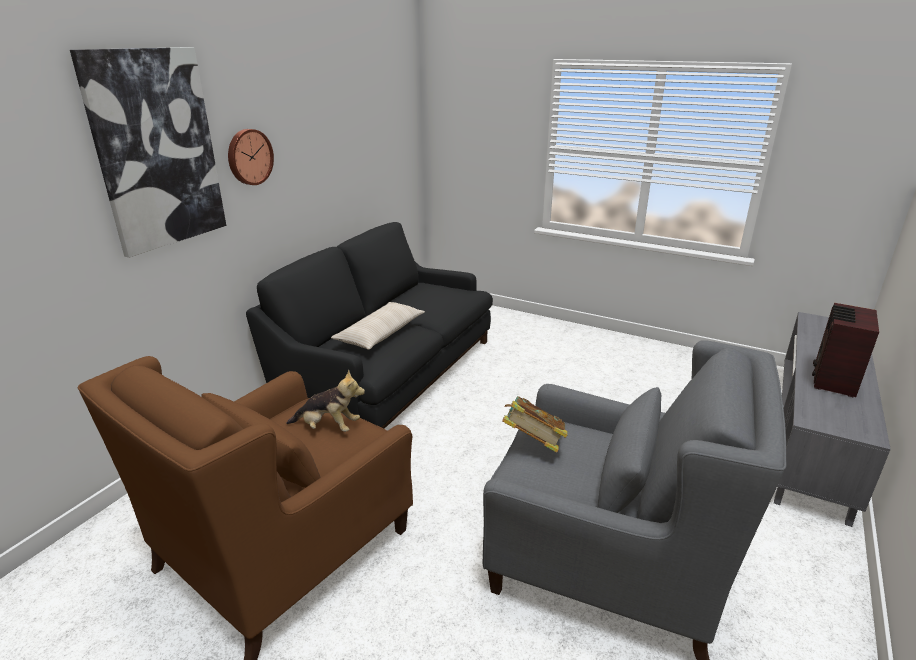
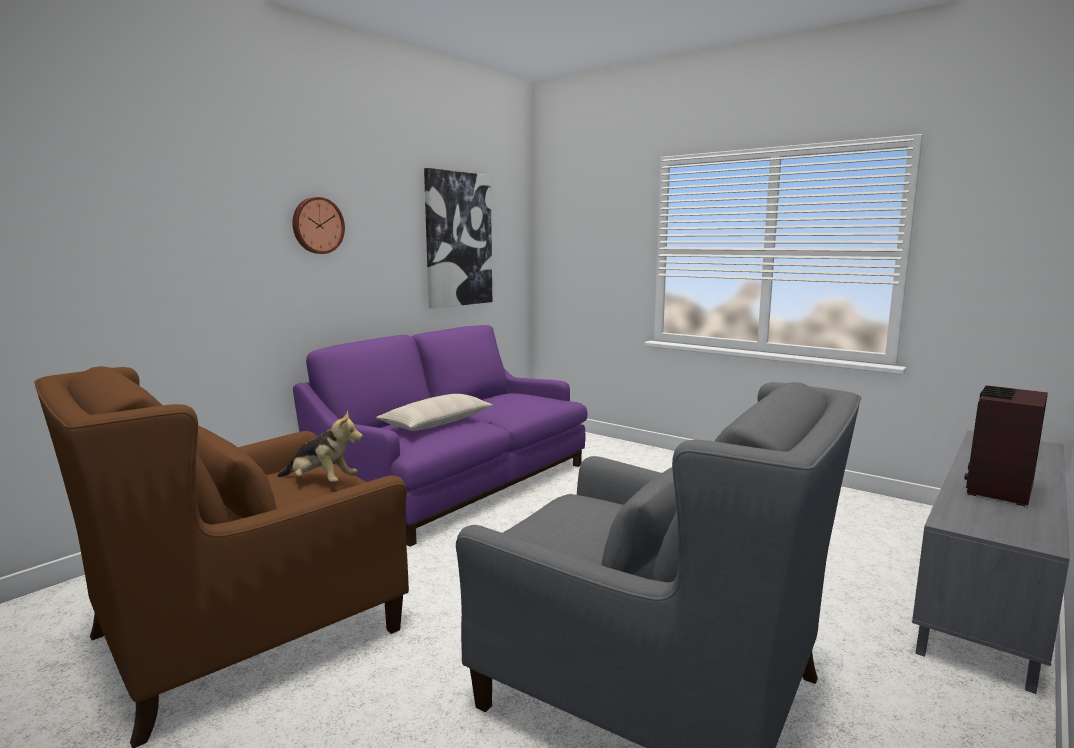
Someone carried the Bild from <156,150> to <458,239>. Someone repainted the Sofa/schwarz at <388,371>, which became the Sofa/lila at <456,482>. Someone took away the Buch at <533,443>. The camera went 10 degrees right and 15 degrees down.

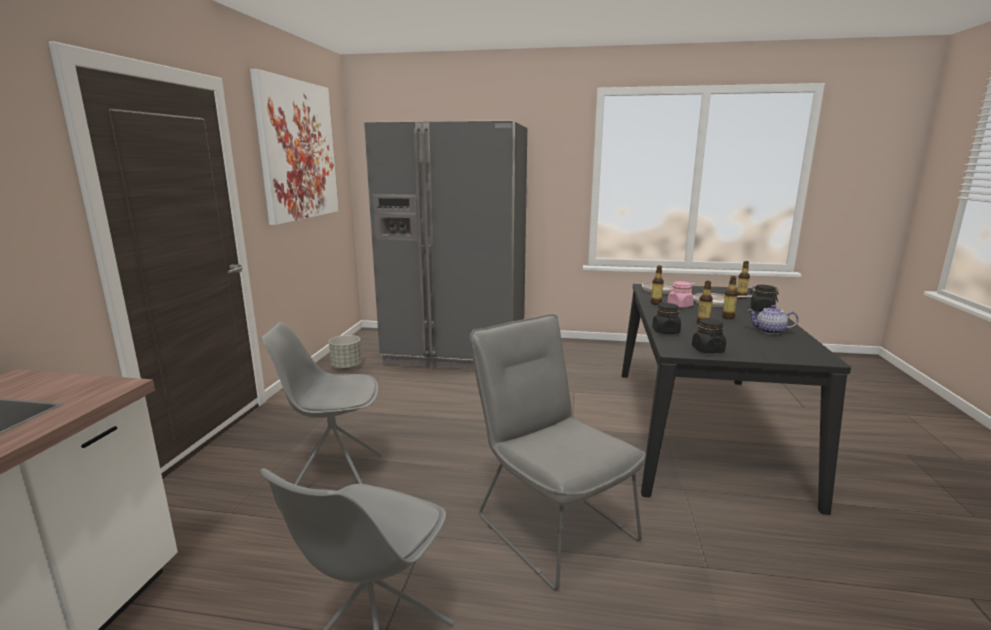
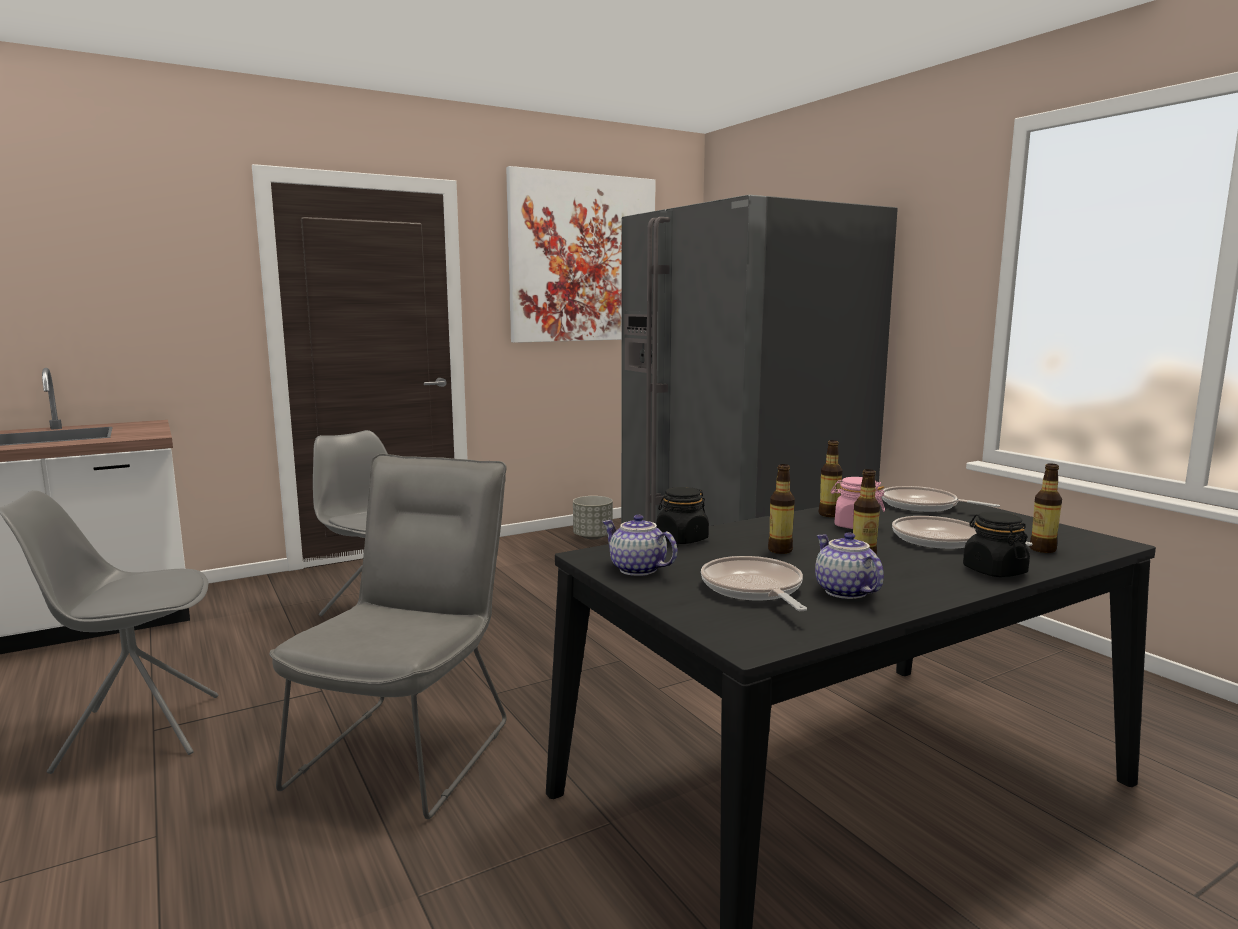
Someone swapped the Vorratsglas/schwarz at <707,350> for the Teekanne at <636,570>. Someone put down the Pfanne at <753,589>. The camera went 50 degrees right and 5 degrees down.

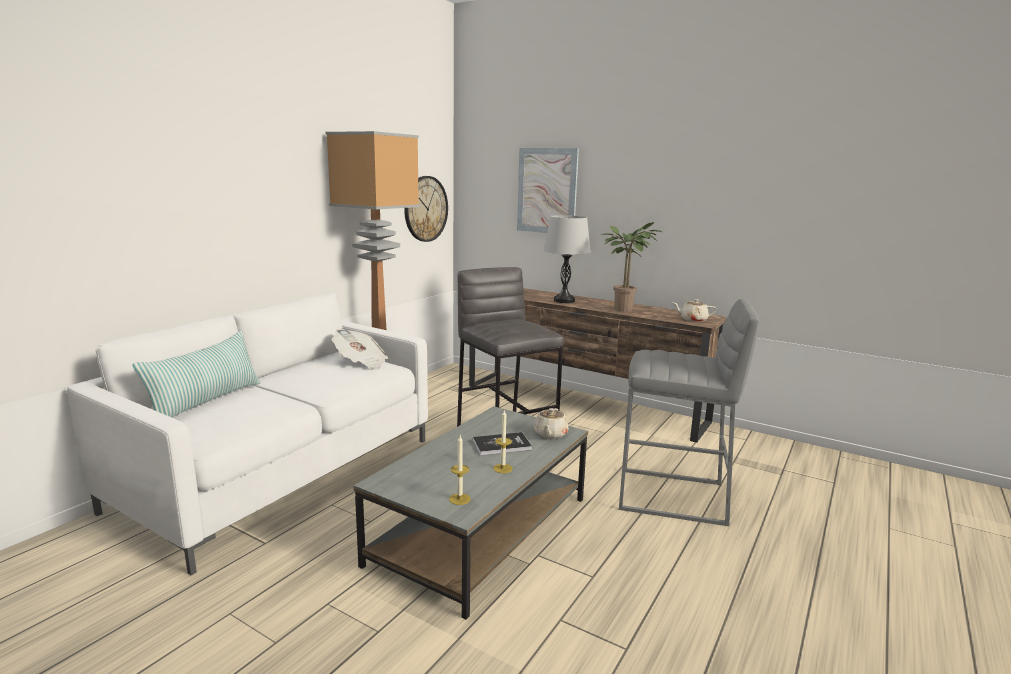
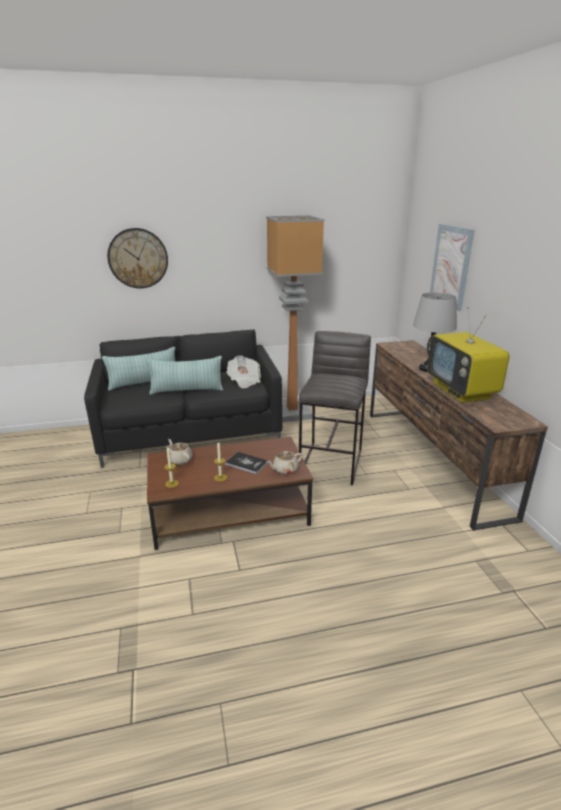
Someone repainted the Sofa/weiß at <280,476>, which became the Sofa/schwarz at <190,435>. Someone repainted the Couchtisch/grau at <482,529>, which became the Couchtisch/braun at <230,511>. Someone carried the Wanduhr from <425,209> to <138,258>. Someone swapped the Topfpflanze at <626,309> for the Fernseher at <462,391>. Someone took away the Hocker/grau at <673,497>. Someone carried the Teekanne/beige from <693,320> to <180,460>. Someone put down the Kissen at <186,390>. The camera went 45 degrees right and 10 degrees up.

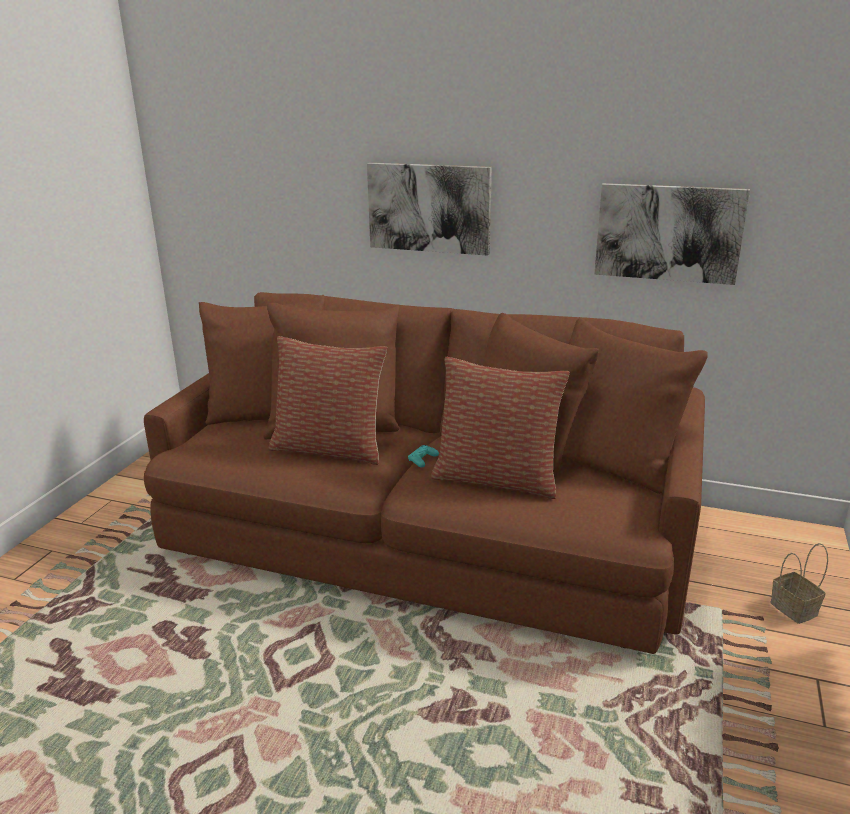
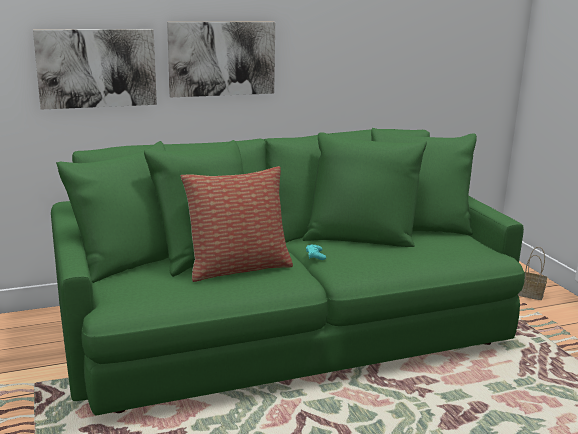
Someone repainted the Sofa/braun at <427,530>, which became the Sofa/grün at <285,326>. Someone took away the Kissen at <497,478>. Someone carried the Bild from <668,232> to <97,68>. The camera went 40 degrees left and 5 degrees down.

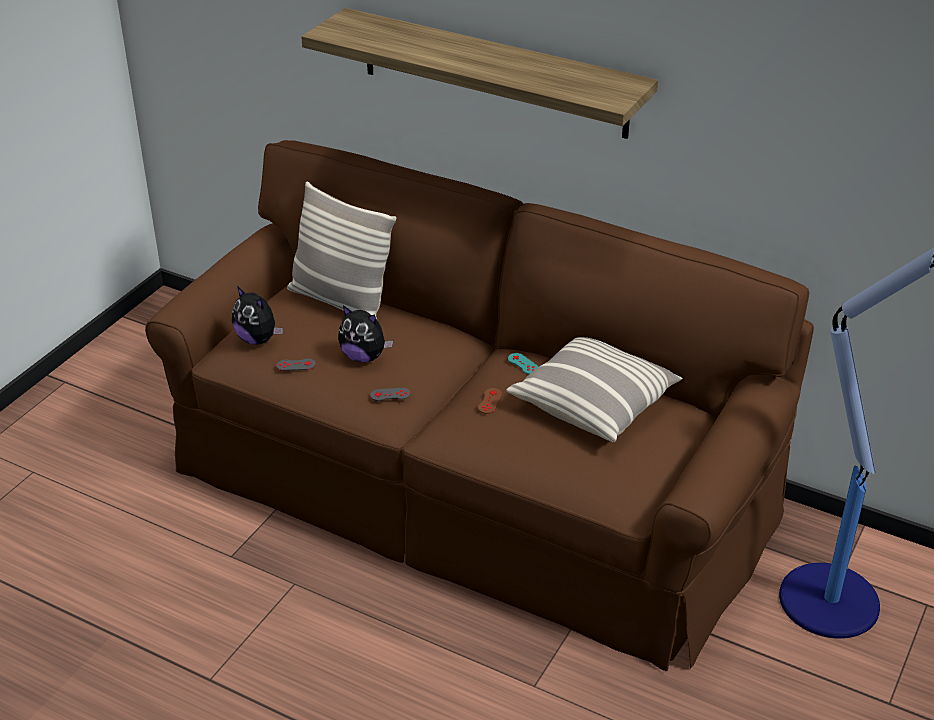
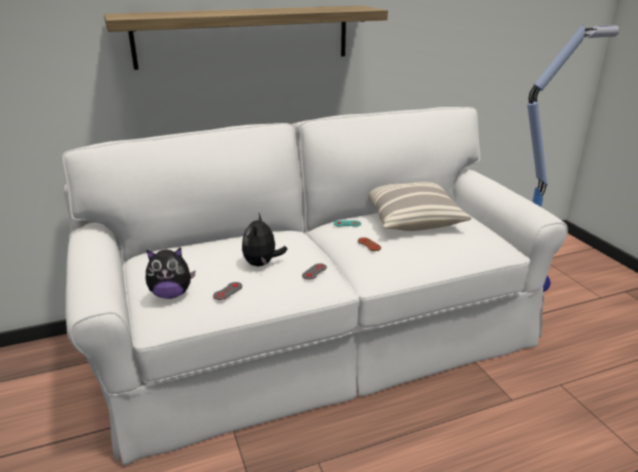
Someone repainted the Sofa/braun at <467,486>, which became the Sofa/weiß at <319,337>. Someone took away the Kissen at <340,301>. Someone rotated the Plüschtier at <364,357> by 120 degrees clockwise. The camera went 50 degrees left and 10 degrees down.

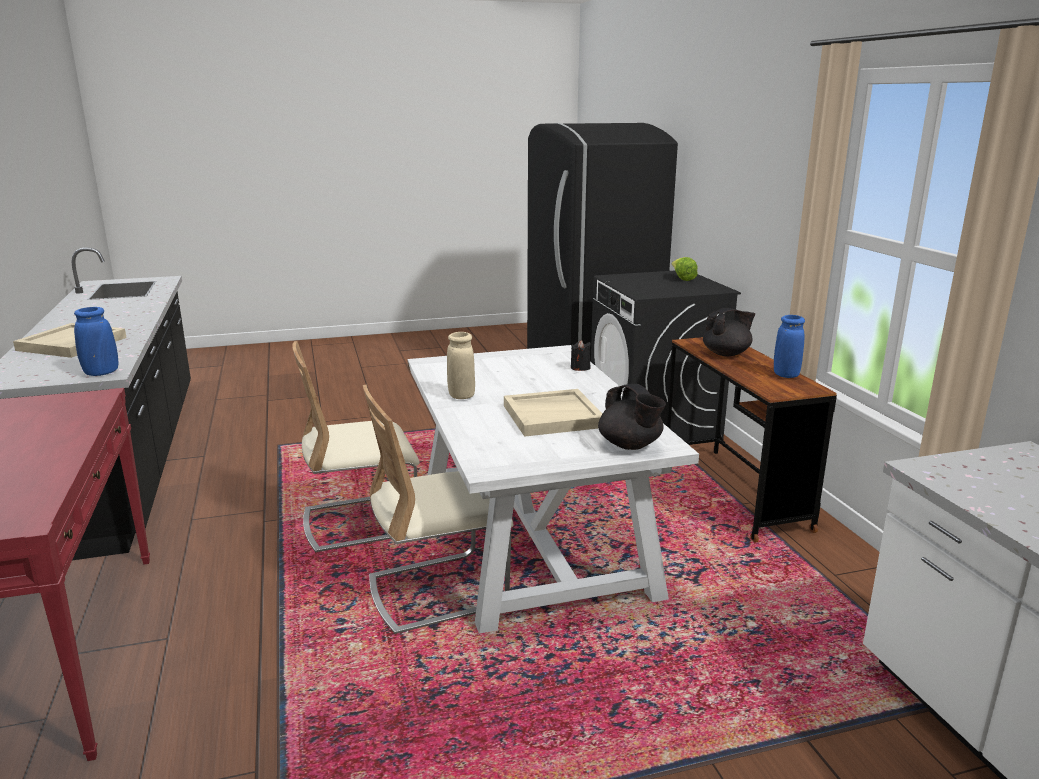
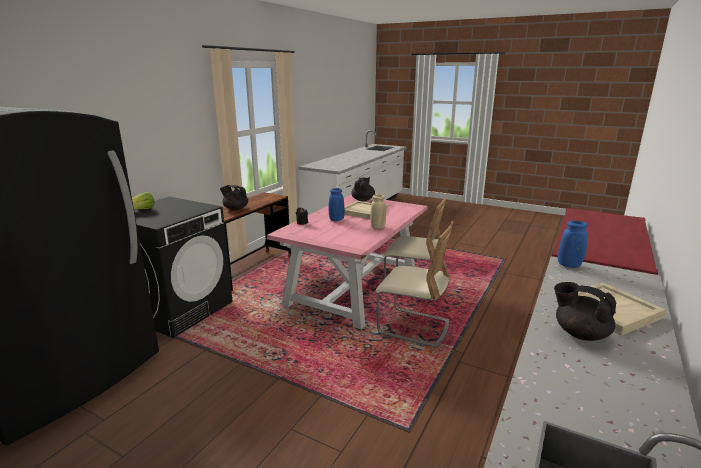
Someone repainted the Esstisch/weiß at <532,540>, which became the Esstisch/rosa at <354,287>. Someone carried the Vase/blau from <786,375> to <336,219>. Someone put down the Teekanne/schwarz at <580,333>. The camera went 135 degrees left and 0 degrees up.

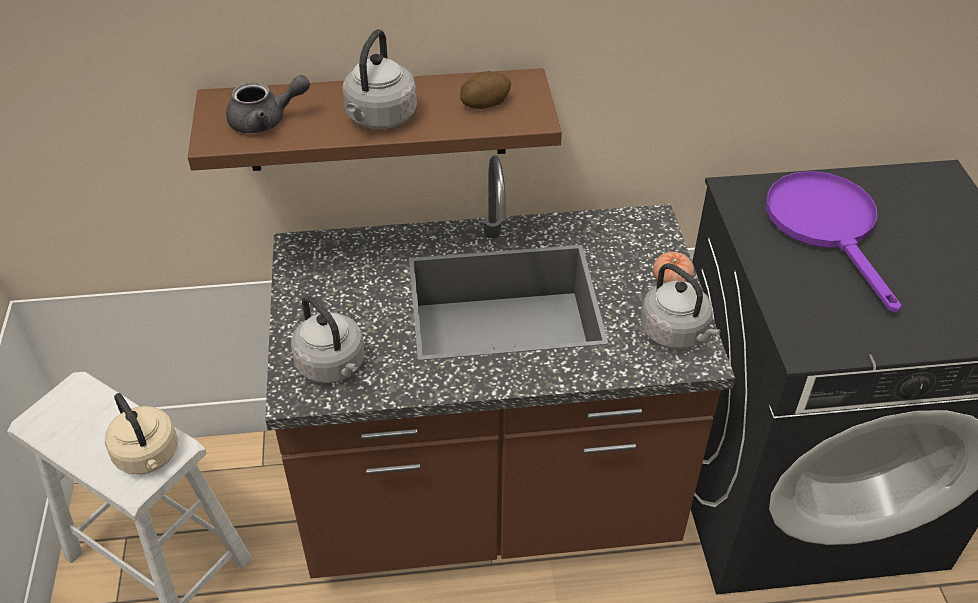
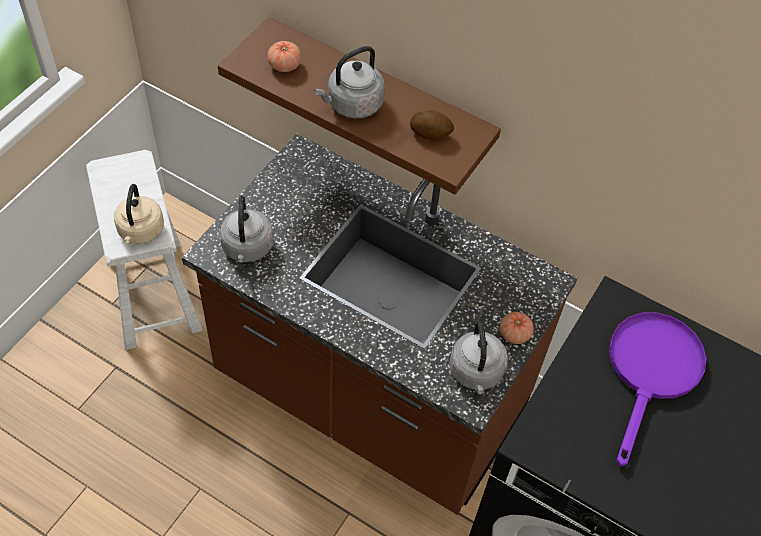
Someone swapped the Teekanne/grau at <266,120> for the Tomate at <284,65>. The camera went 35 degrees right and 10 degrees up.

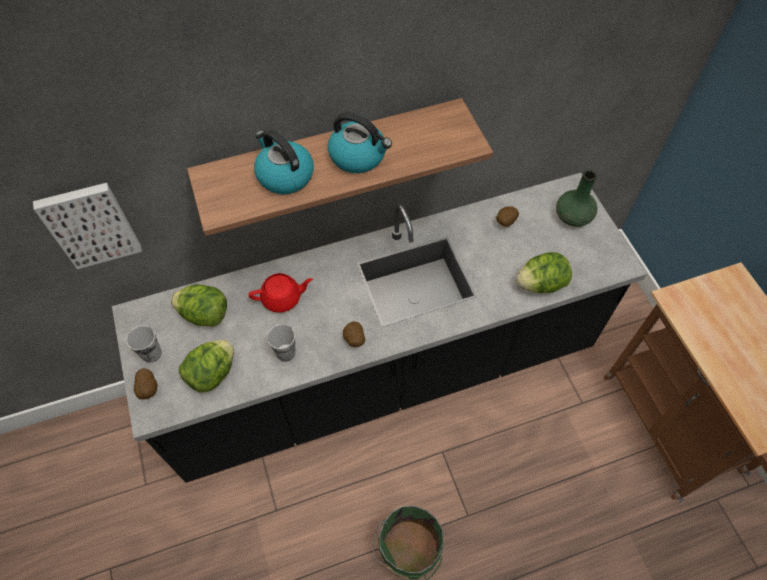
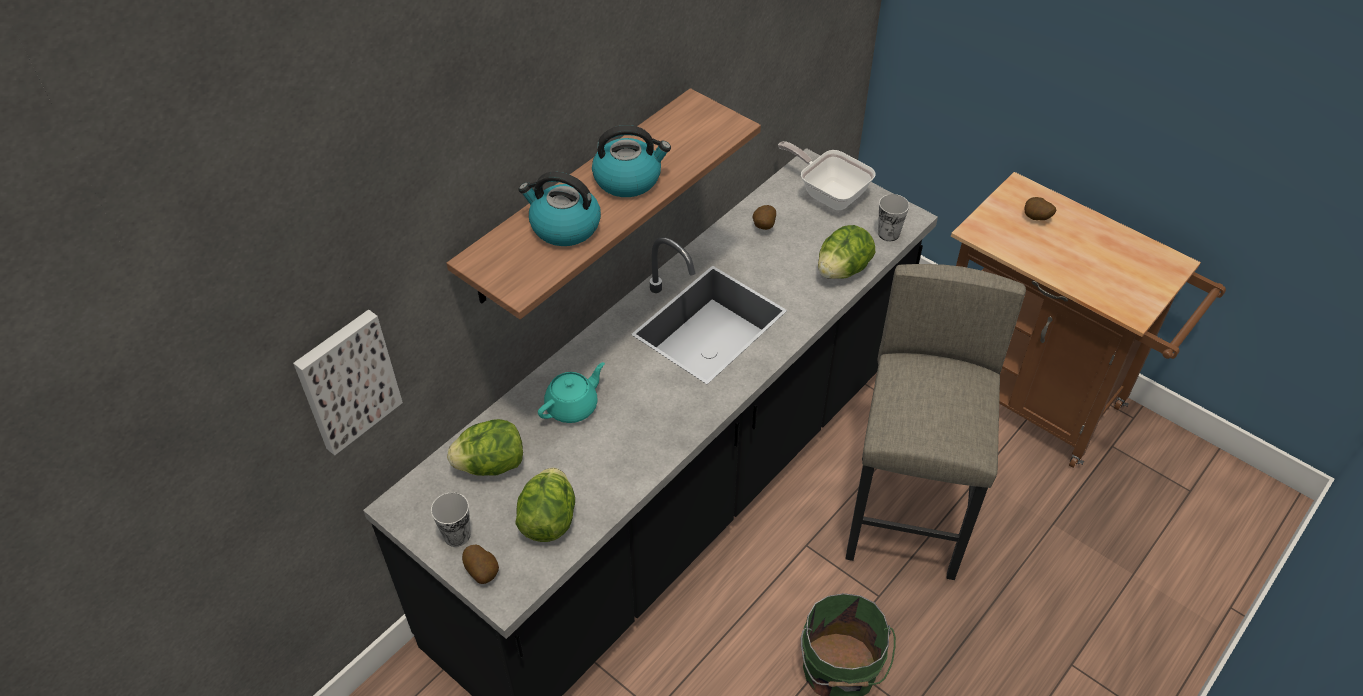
Someone repainted the Teekanne/rot at <282,298>, which became the Teekanne/türkis at <573,406>. Someone carried the Tasse from <285,352> to <888,233>. Someone carried the Kartoffel from <354,340> to <1036,219>. Someone swapped the Vase/grün at <573,216> for the Pfanne at <828,193>. Someone put down the Hocker/grau at <907,514>. The camera went 30 degrees left and 10 degrees down.

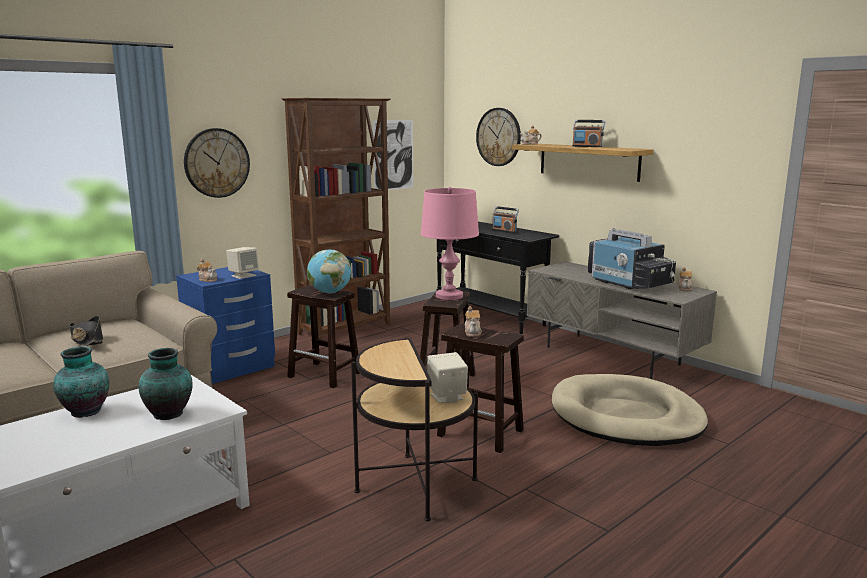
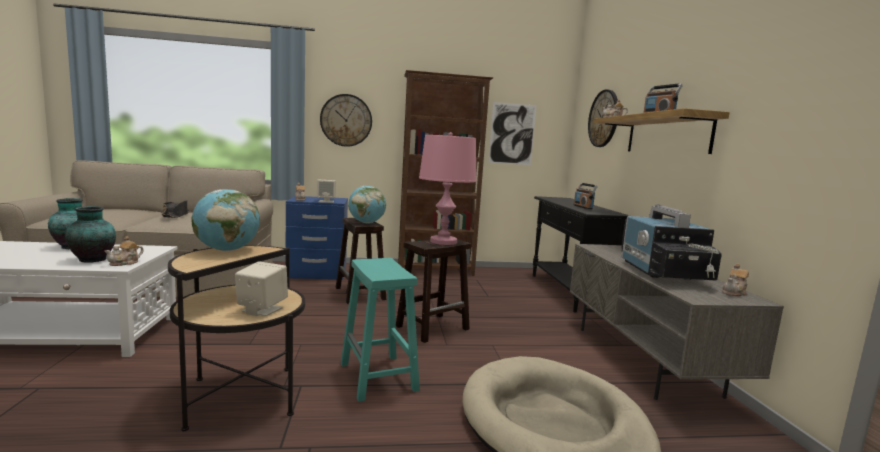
Someone repainted the Hocker/braun at <482,433>, which became the Hocker/türkis at <379,377>. Someone carried the Teekanne from <473,332> to <125,263>. Someone put down the Globus at <227,250>. The camera went 35 degrees right and 5 degrees down.

